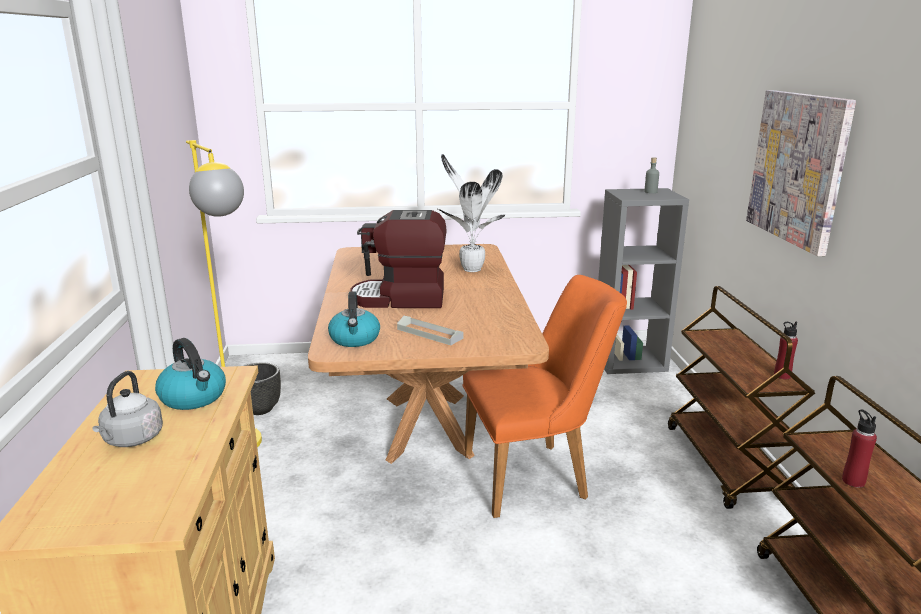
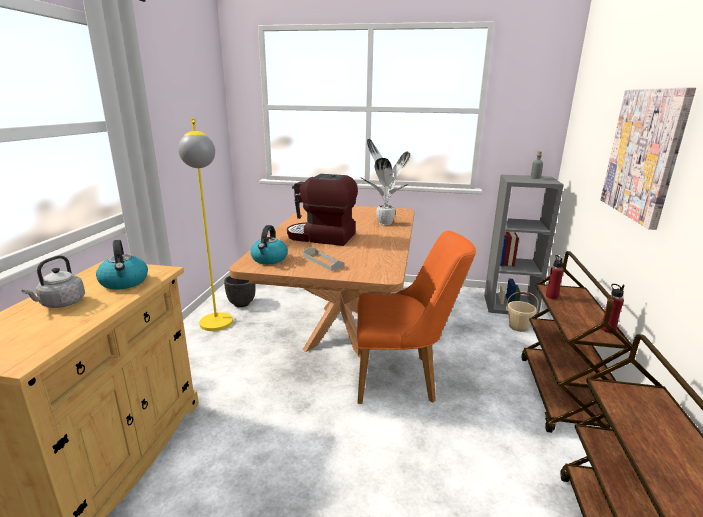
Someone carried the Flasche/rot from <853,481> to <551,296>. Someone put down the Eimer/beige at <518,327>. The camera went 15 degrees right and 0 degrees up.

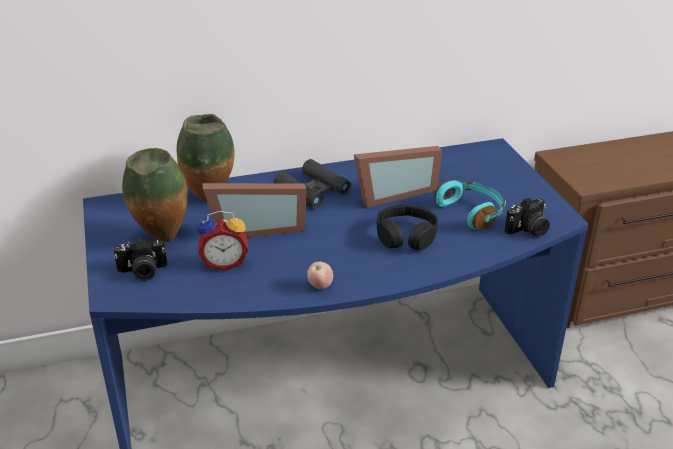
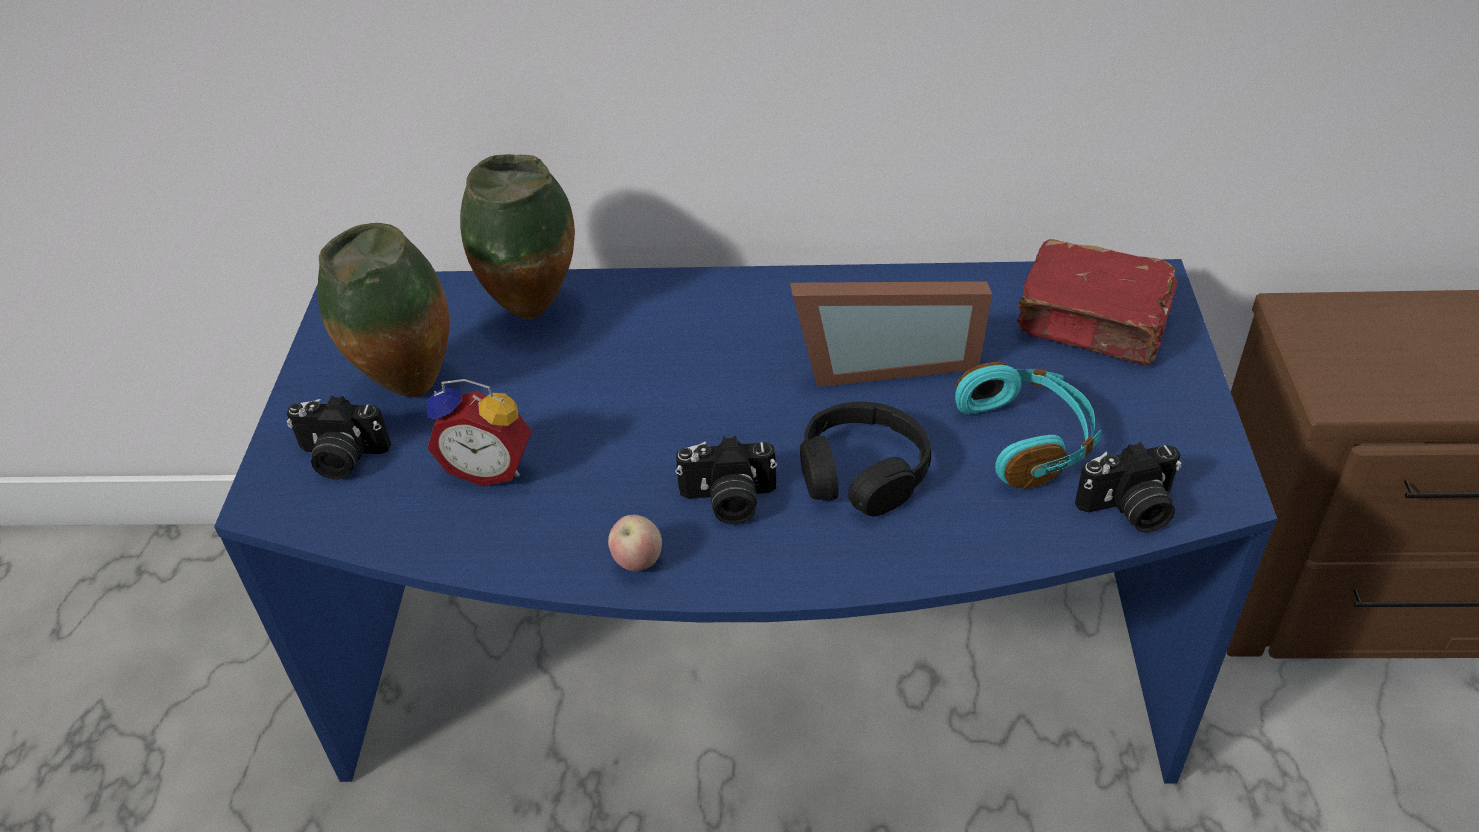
Someone took away the Bilderrahmen at <256,228>. Someone took away the Fernglas/schwarz at <313,190>. Someone put down the Kamera at <728,501>. Someone put down the Buch/rot at <1094,324>. The camera went 20 degrees right and 10 degrees up.

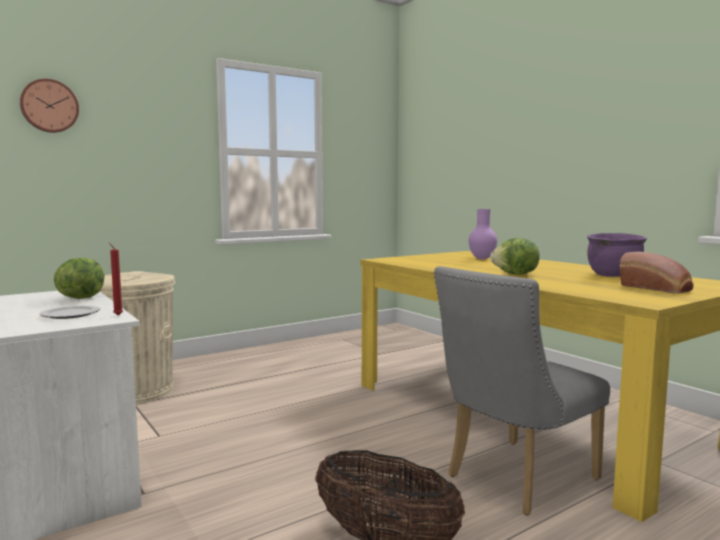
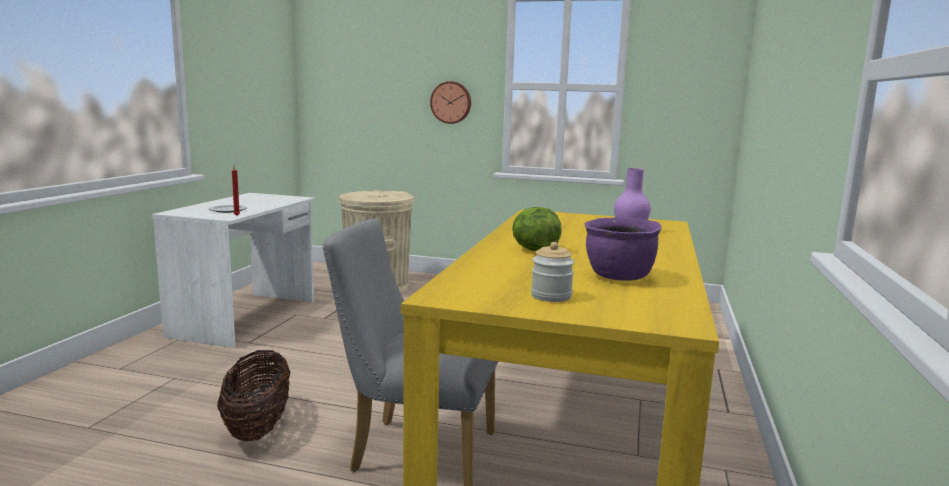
Someone carried the Wanduhr from <49,106> to <451,102>. Someone took away the Salatkopf at <81,298>. Someone swapped the Brot at <657,288> for the Vorratsglas at <551,296>. The camera went 50 degrees right and 5 degrees up.

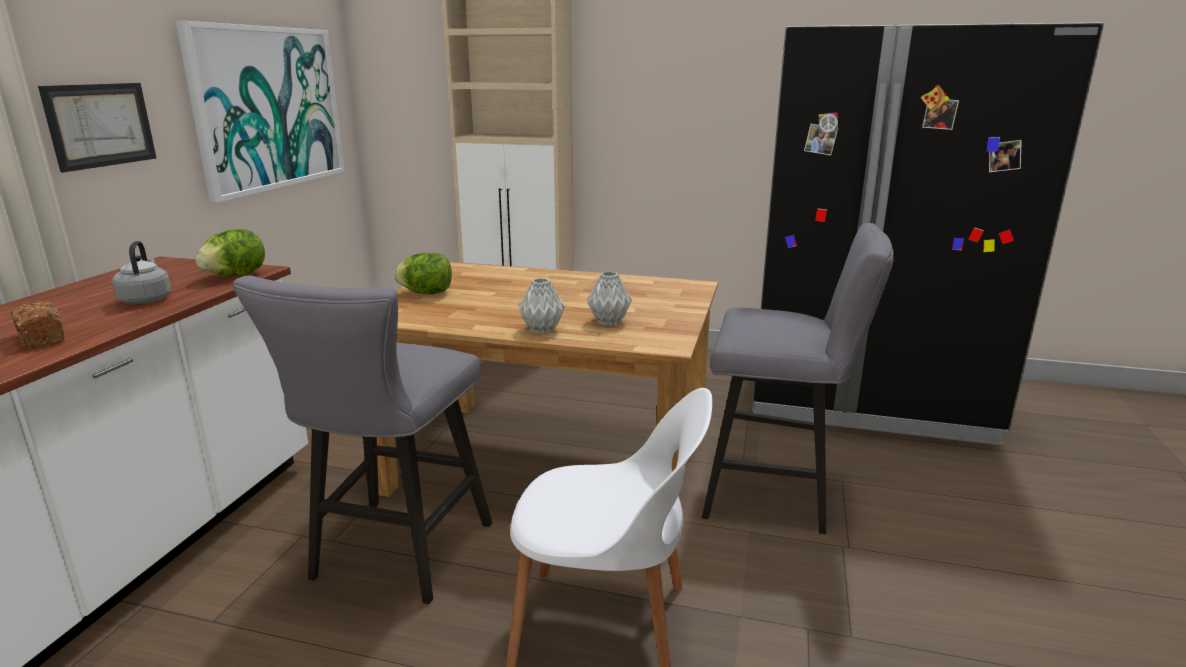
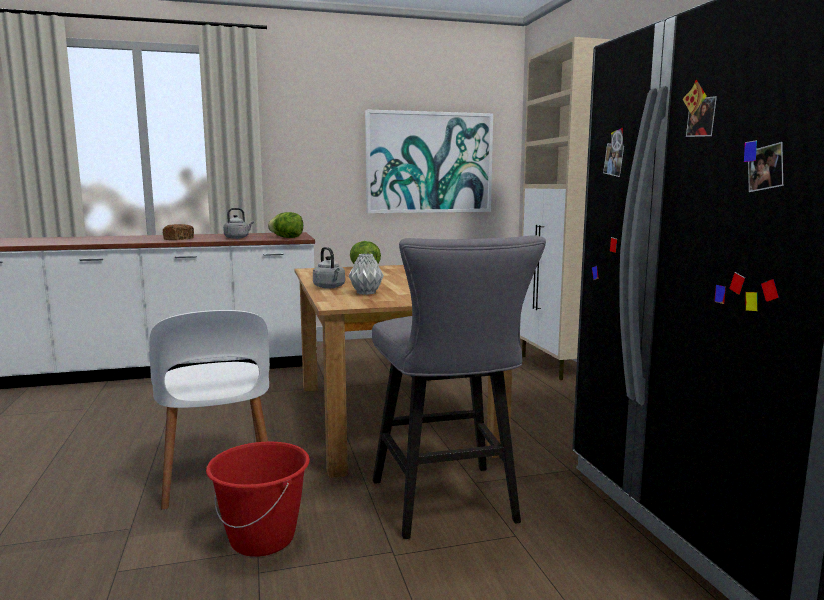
Someone took away the Bild at <100,125>. Someone took away the Hocker/grau at <395,557>. Someone swapped the Vase/grau at <543,330> for the Wasserkessel/grau at <330,287>. Someone put down the Eimer/rot at <263,539>. The camera went 60 degrees right and 10 degrees down.

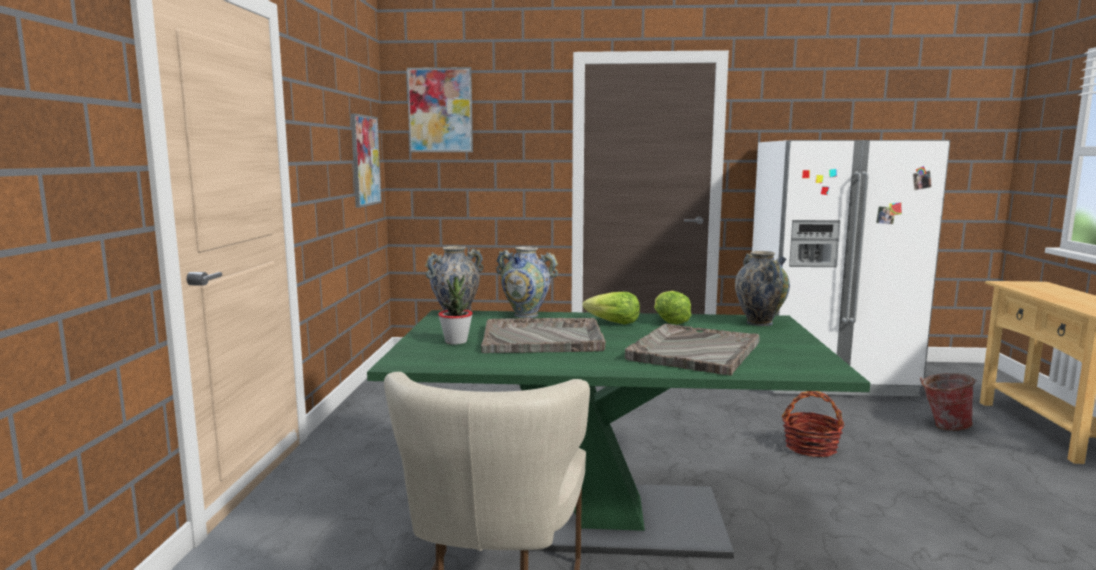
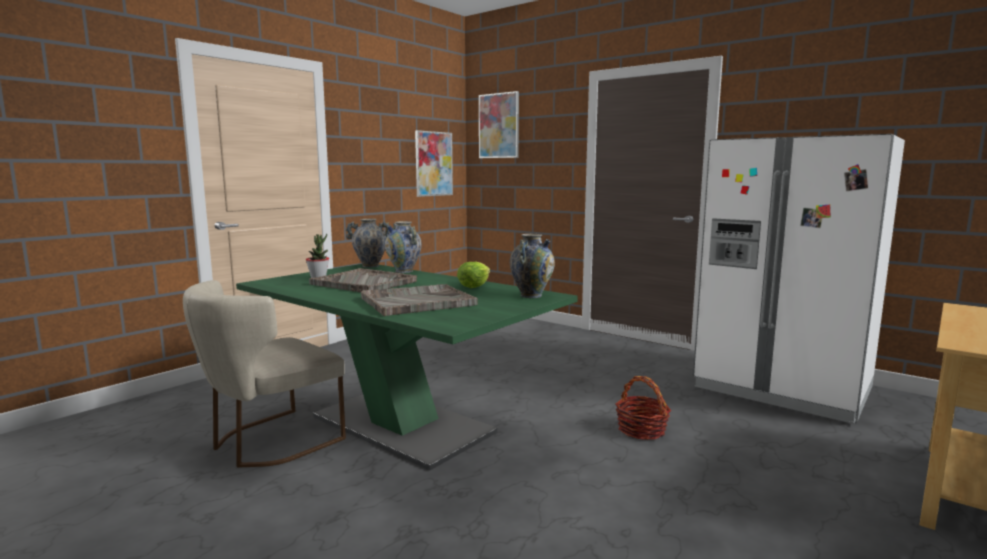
Someone took away the Salatkopf at <612,323>. Someone took away the Eimer at <943,426>. The camera went 35 degrees right and 0 degrees up.

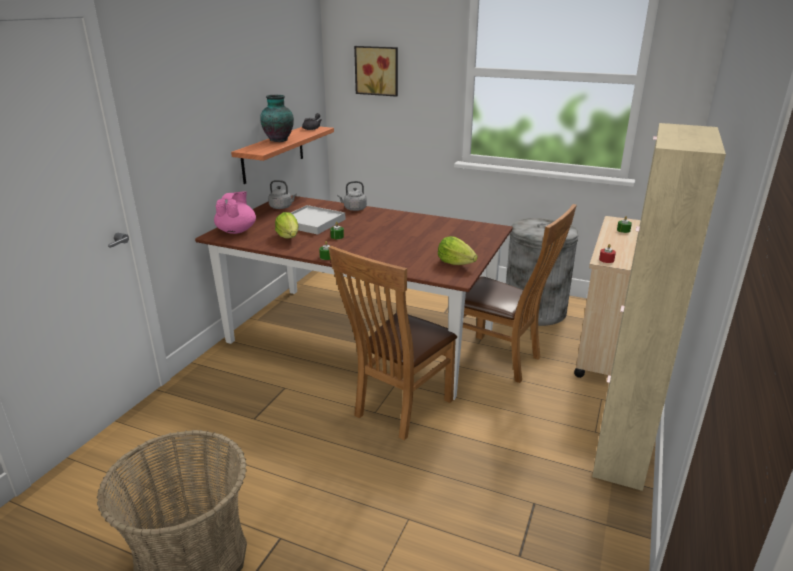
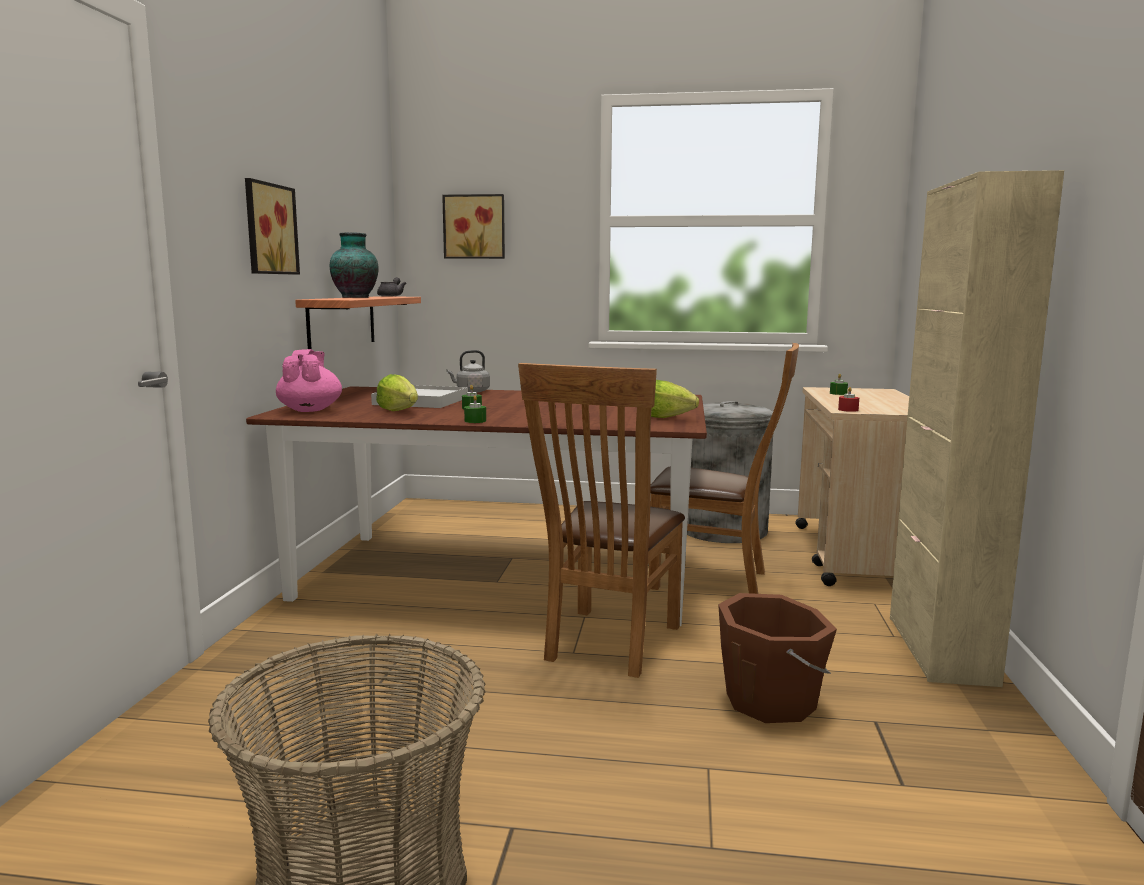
Someone took away the Wasserkessel/grau at <282,207>. Someone put up the Bild at <267,229>. Someone put down the Eimer/braun at <772,700>. The camera went 15 degrees left and 15 degrees down.

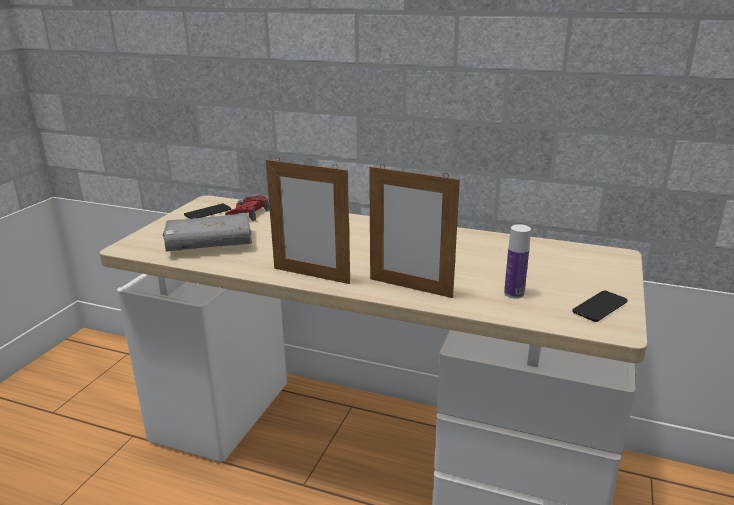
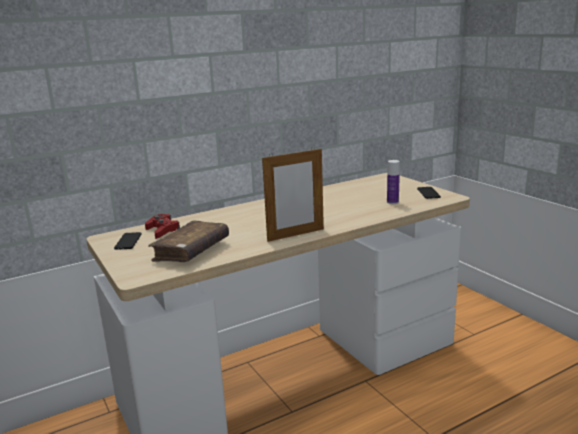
Someone repainted the Buch/grau at <210,244>, which became the Buch/braun at <191,251>. Someone took away the Bilderrahmen at <410,287>. The camera went 50 degrees left and 5 degrees down.

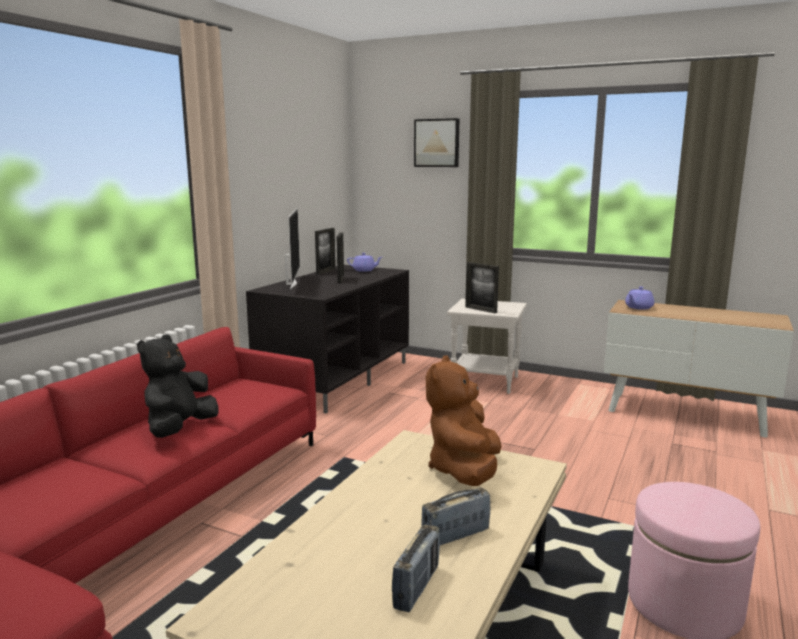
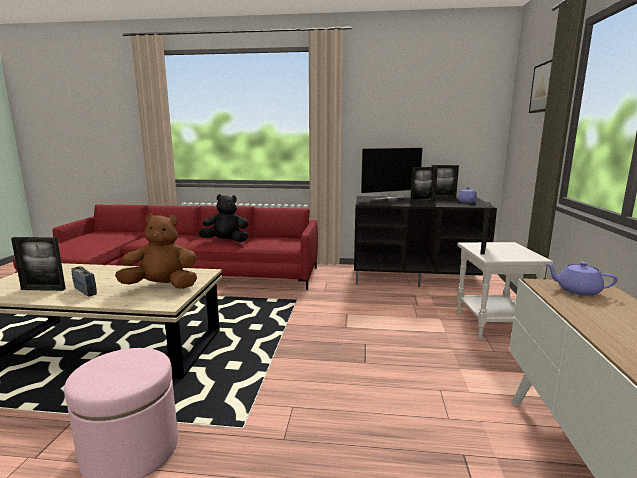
Someone swapped the Radio at <416,587> for the Bilderrahmen at <43,289>. The camera went 70 degrees right and 0 degrees up.

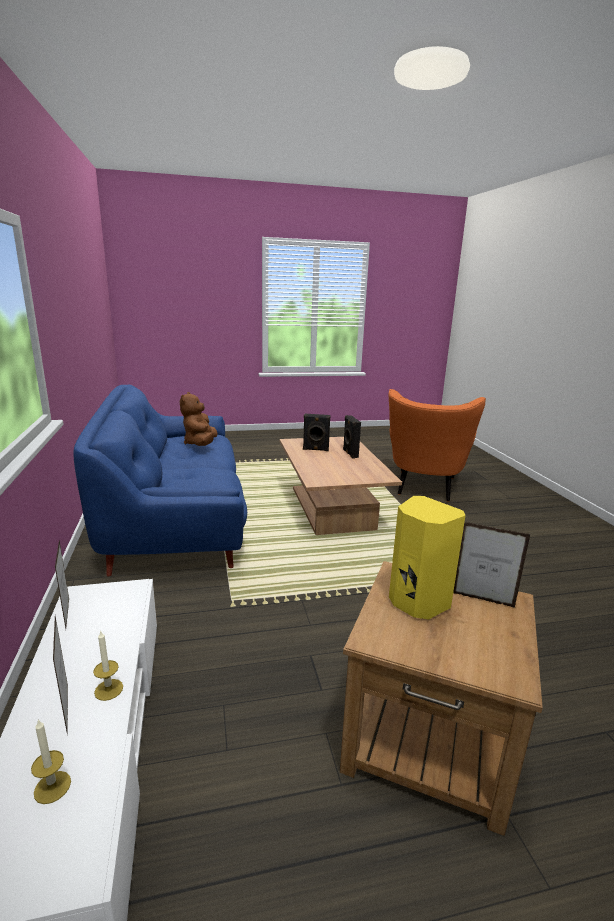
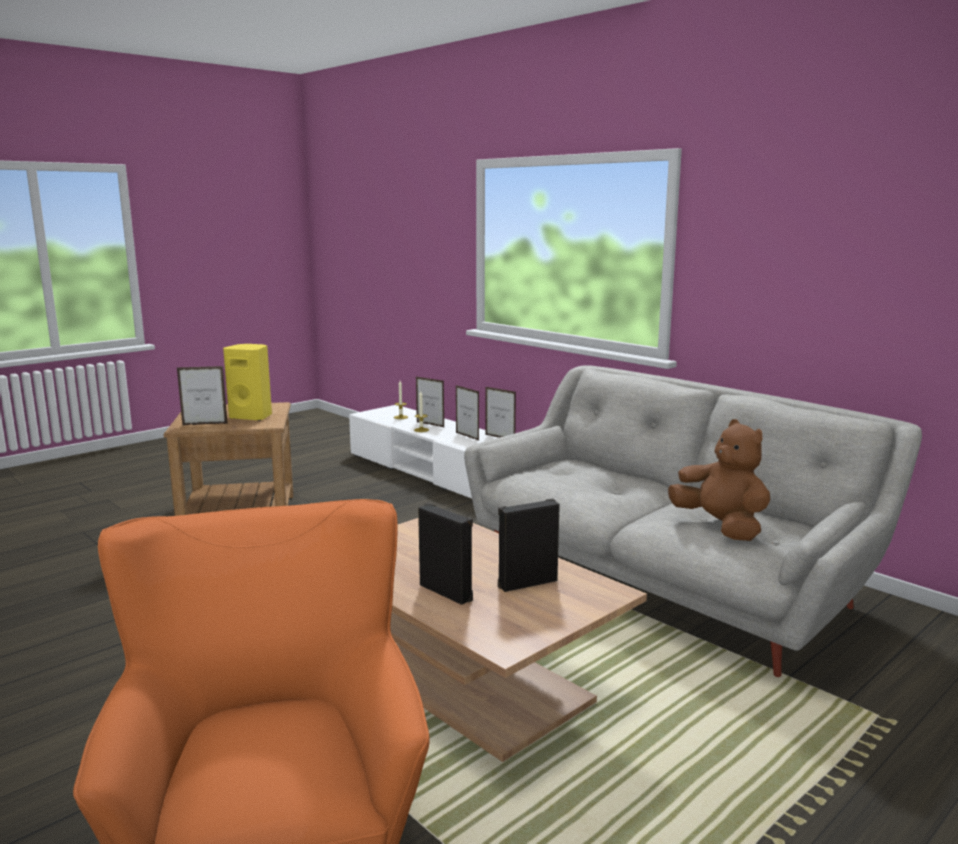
Someone repainted the Sofa/blau at <176,517>, which became the Sofa/grau at <663,581>. Someone put down the Bilderrahmen at <467,436>. The camera went 150 degrees right and 5 degrees down.

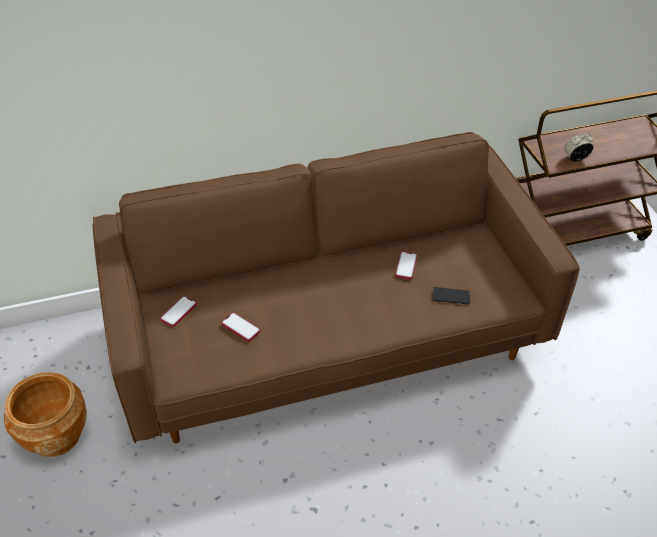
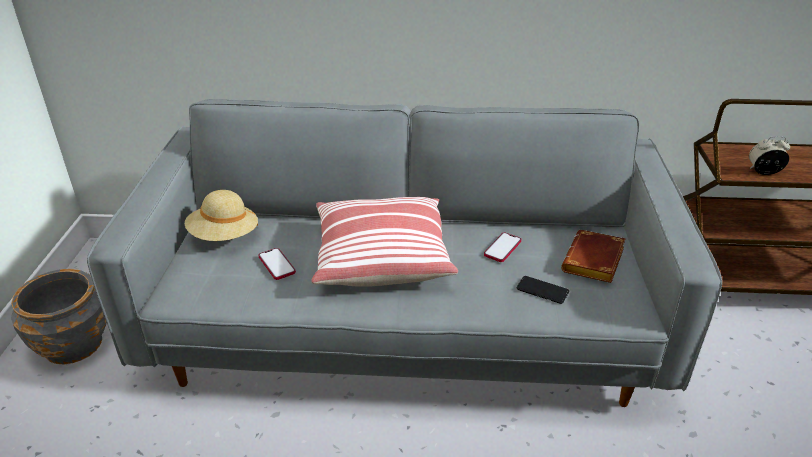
Someone repainted the Pflanzkübel/braun at <55,435>, which became the Pflanzkübel/grau at <73,344>. Someone repainted the Sofa/braun at <328,337>, which became the Sofa/grau at <406,324>. Someone swapped the Handy at <178,312> for the Hut/beige at <224,236>. Someone put down the Kissen at <381,257>. Someone put down the Buch/braun at <594,263>. The camera went 20 degrees right and 10 degrees down.

